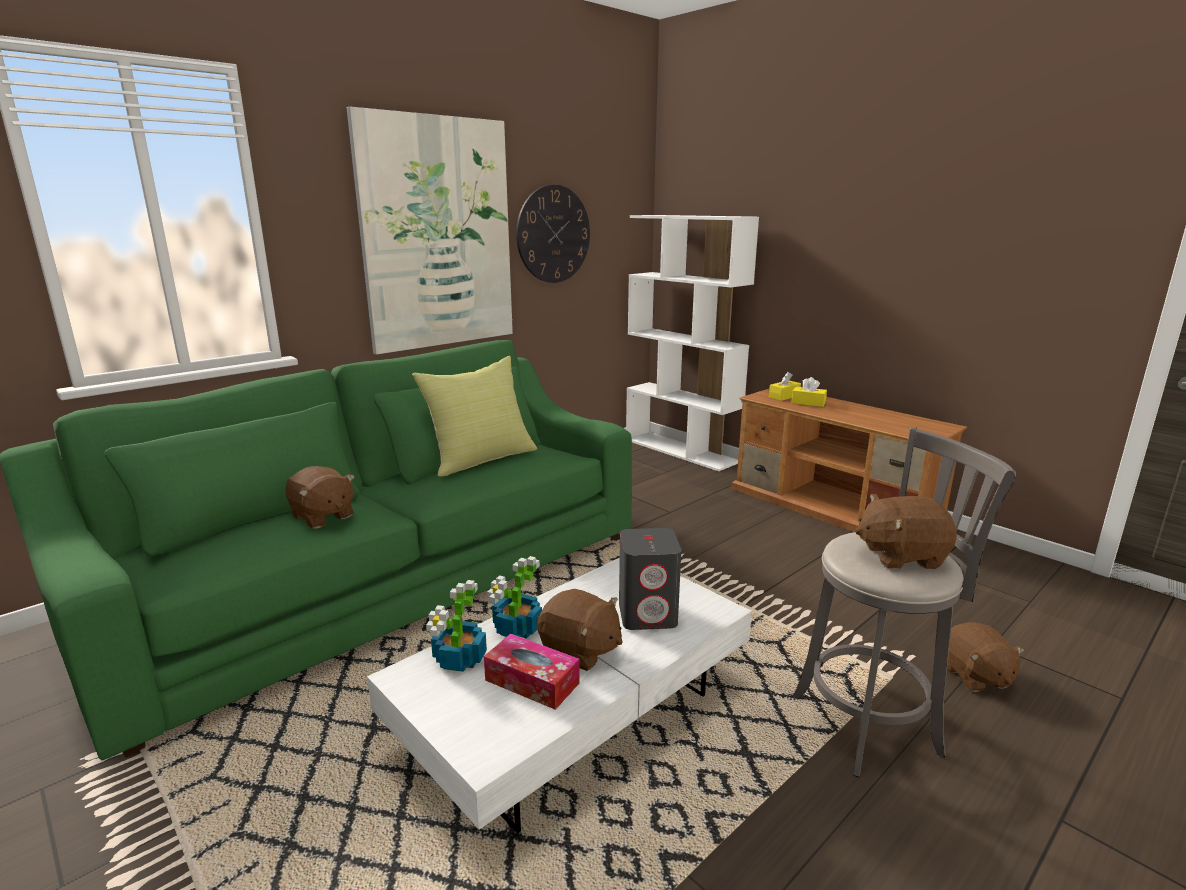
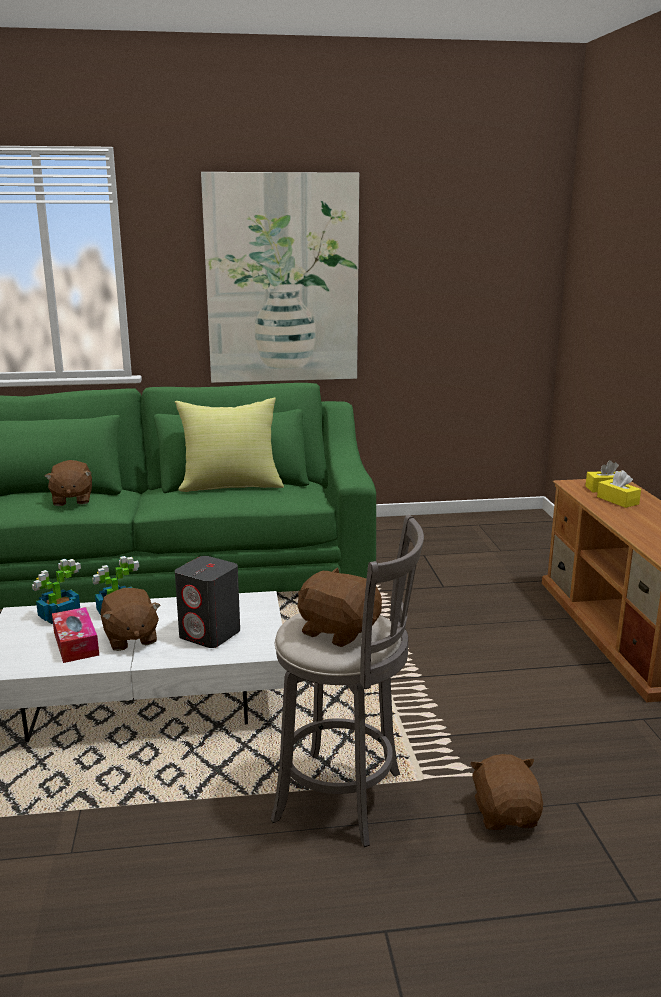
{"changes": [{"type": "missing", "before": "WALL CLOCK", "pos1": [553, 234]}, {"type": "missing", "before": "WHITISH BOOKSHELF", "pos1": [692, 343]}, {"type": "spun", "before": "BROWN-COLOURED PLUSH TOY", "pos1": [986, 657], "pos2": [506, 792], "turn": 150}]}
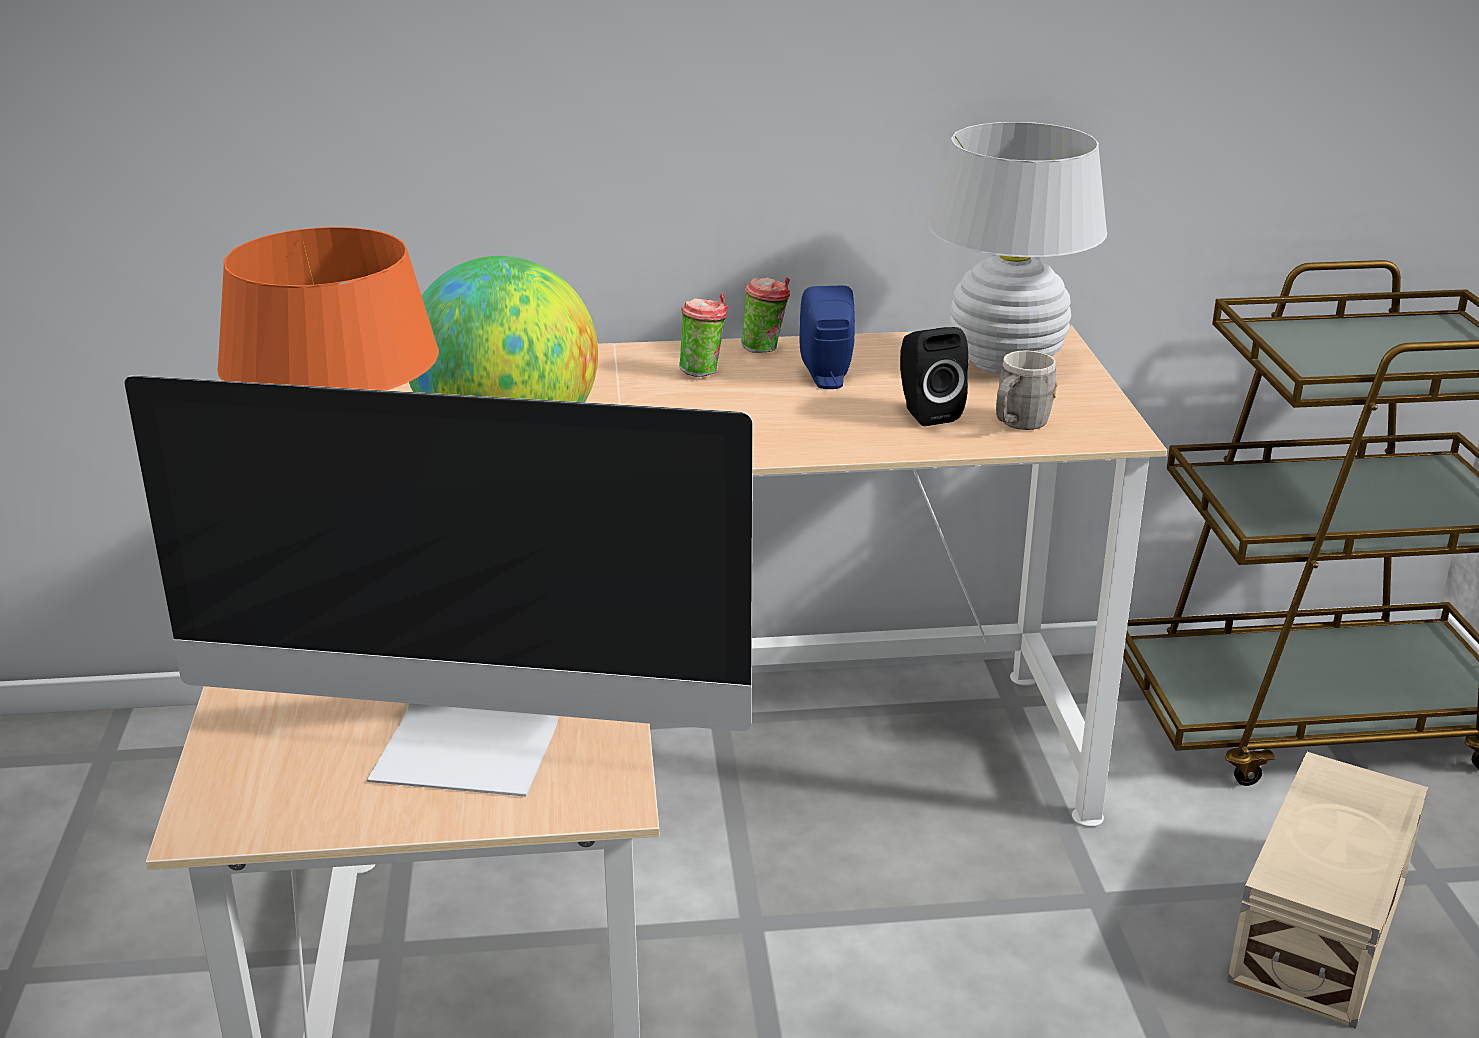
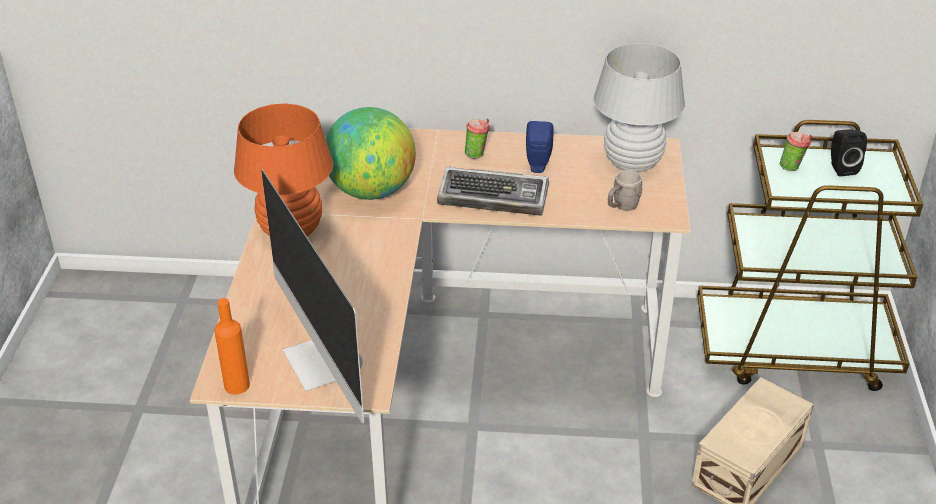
{"changes": [{"type": "spun", "before": "COMPUTER DISPLAY", "pos1": [439, 586], "pos2": [312, 296], "turn": 45}, {"type": "relocated", "before": "CUP", "pos1": [765, 315], "pos2": [796, 151]}, {"type": "relocated", "before": "BLACKISH AUDIO SPEAKER", "pos1": [934, 376], "pos2": [849, 153]}, {"type": "appeared", "after": "ORANGE BEVERAGE BOTTLE", "pos2": [232, 346]}, {"type": "appeared", "after": "COMPUTER KEYBOARD", "pos2": [493, 191]}]}
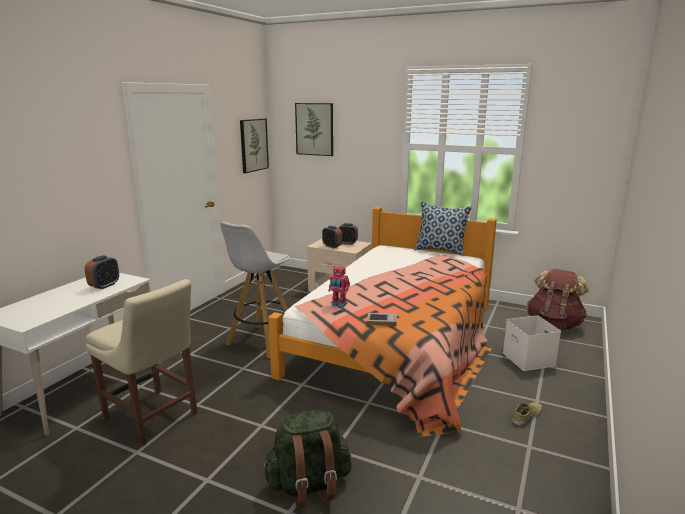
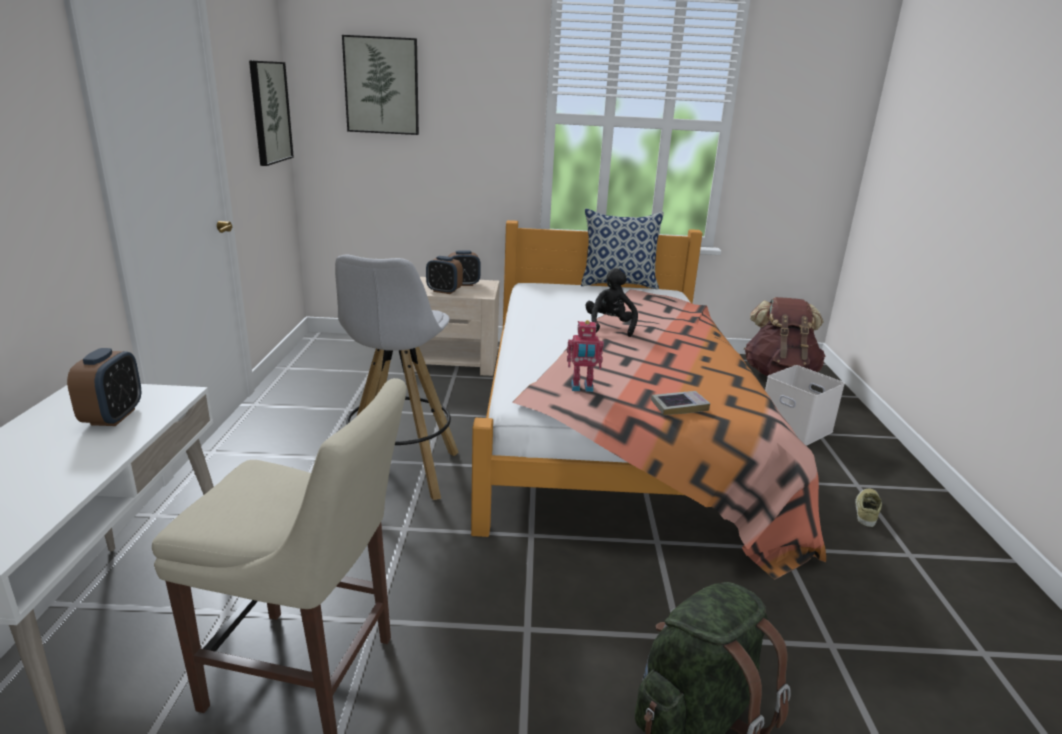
{"changes": [{"type": "appeared", "after": "BLACKISH PLUSH TOY", "pos2": [612, 302]}]}
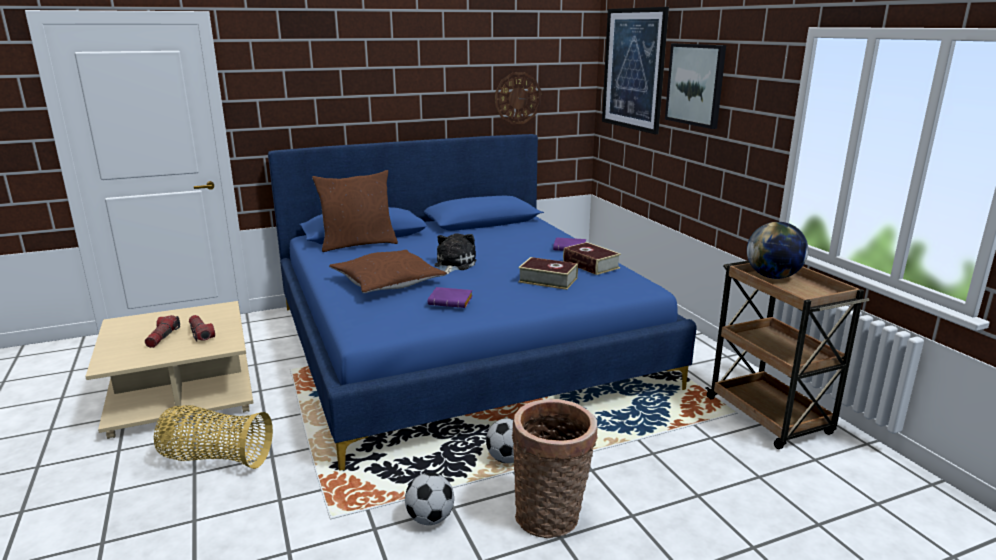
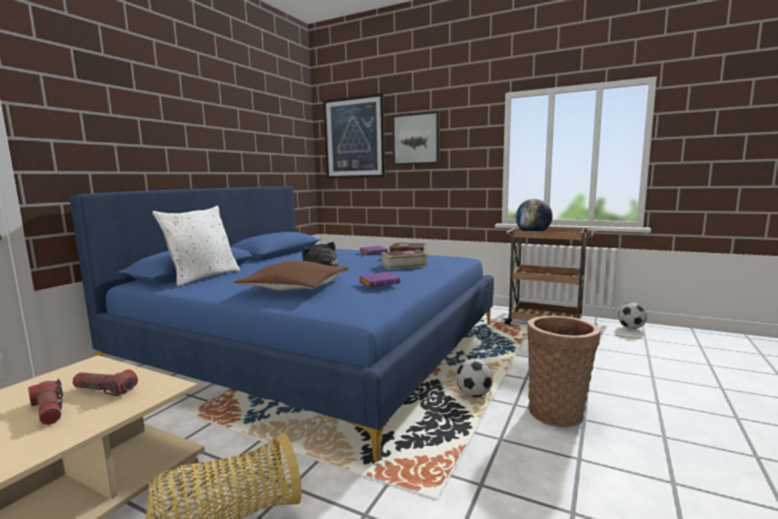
{"changes": [{"type": "colour", "before": "BROWN-COLOURED CUSHION", "after": "WHITISH CUSHION", "pos1": [355, 211], "pos2": [196, 246]}, {"type": "relocated", "before": "FOOTBALL BALL", "pos1": [429, 499], "pos2": [632, 316]}, {"type": "missing", "before": "WALL CLOCK", "pos1": [518, 98]}]}
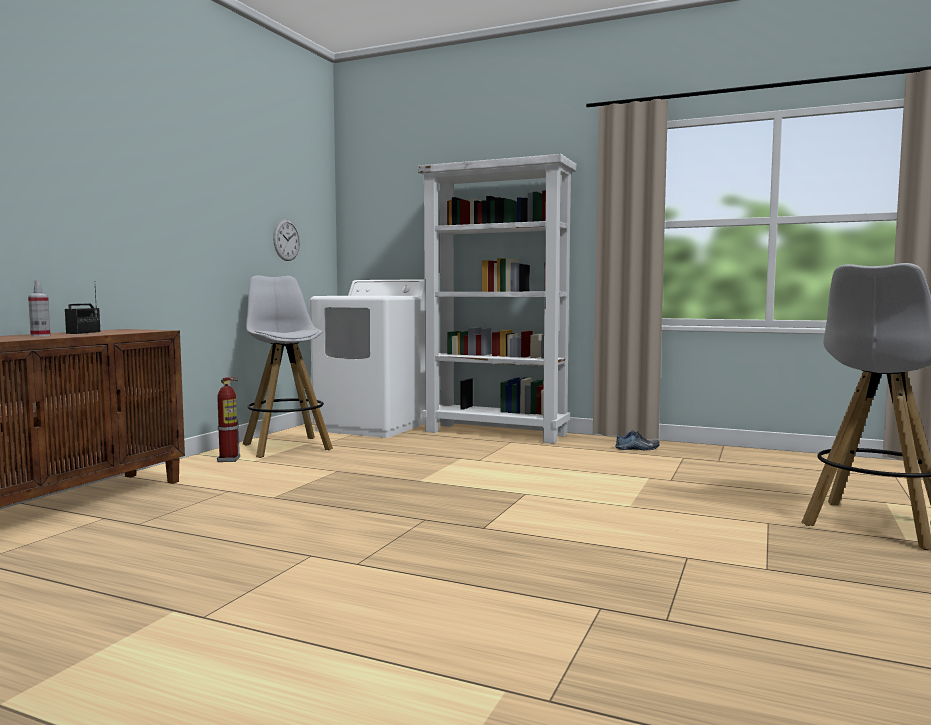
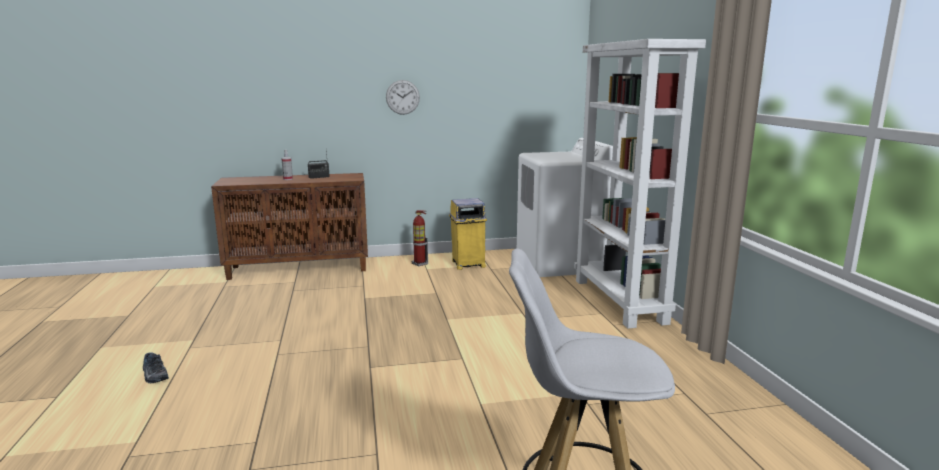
{"changes": [{"type": "exchanged", "before": "WHITISH SITTING STOOL", "after": "YELLOWISH WASTE BIN", "pos1": [288, 366], "pos2": [468, 234]}, {"type": "relocated", "before": "WALL CLOCK", "pos1": [286, 240], "pos2": [403, 97]}, {"type": "relocated", "before": "ITEM OF FOOTWEAR", "pos1": [637, 440], "pos2": [156, 367]}]}
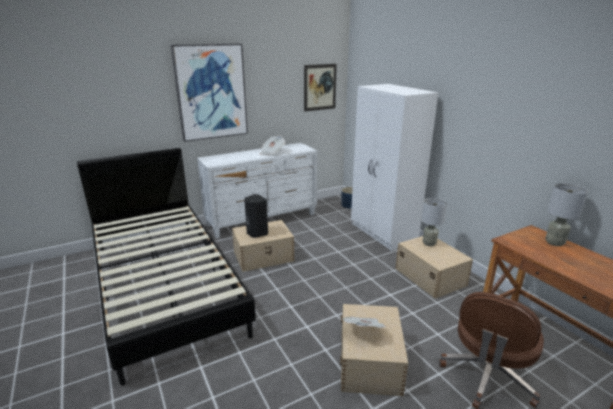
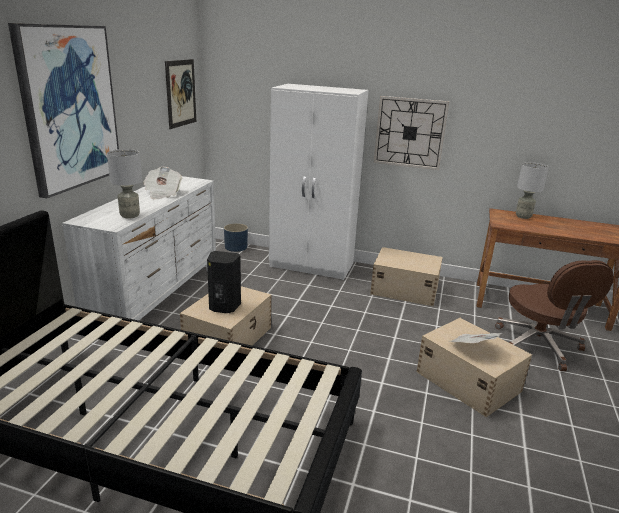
{"changes": [{"type": "relocated", "before": "GREY TABLETOP LAMP", "pos1": [434, 222], "pos2": [124, 183]}, {"type": "appeared", "after": "WALL CLOCK", "pos2": [411, 133]}]}
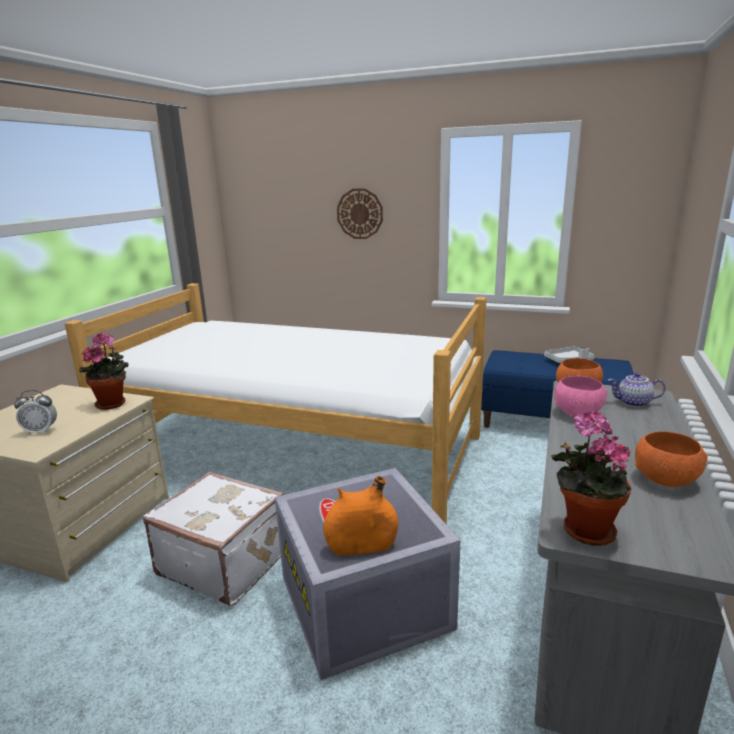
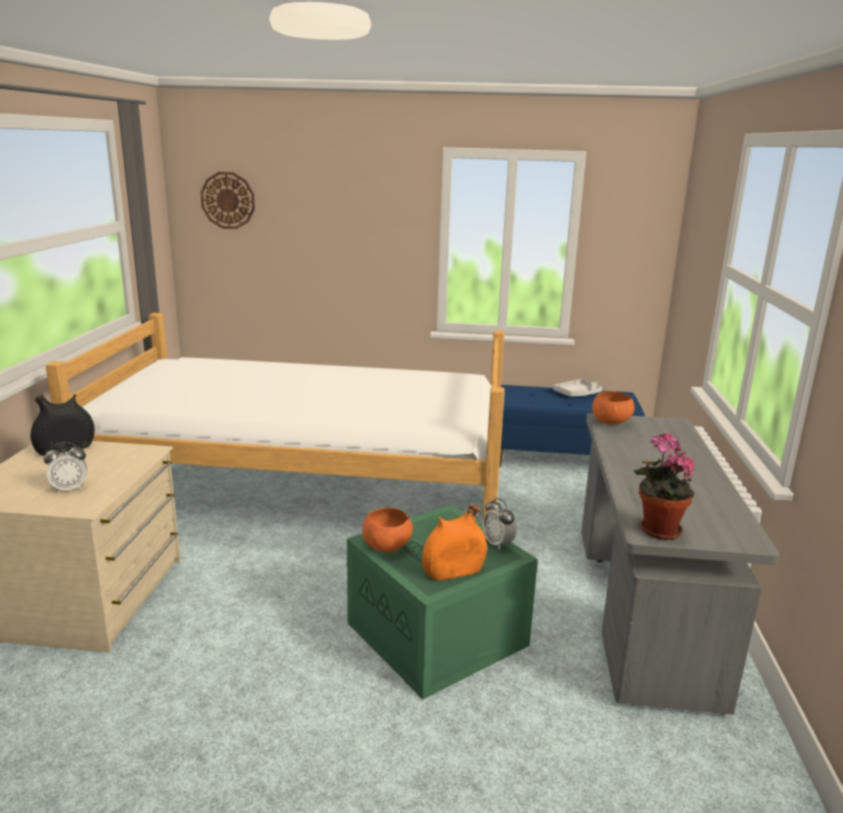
{"changes": [{"type": "missing", "before": "POTTED PLANT", "pos1": [104, 371]}, {"type": "missing", "before": "WHITISH SUITCASE", "pos1": [214, 539]}, {"type": "colour", "before": "GREY STORAGE BIN", "after": "GREEN-COLOURED STORAGE BIN", "pos1": [367, 574], "pos2": [442, 602]}, {"type": "relocated", "before": "WALL CLOCK", "pos1": [360, 213], "pos2": [227, 200]}, {"type": "missing", "before": "PINK-COLOURED BOWL", "pos1": [580, 396]}, {"type": "missing", "before": "TEAPOT", "pos1": [637, 390]}, {"type": "relocated", "before": "ORANGE BOWL", "pos1": [671, 459], "pos2": [387, 530]}, {"type": "appeared", "after": "BLACKISH DECORATIVE VASE", "pos2": [62, 425]}, {"type": "appeared", "after": "ALARM CLOCK", "pos2": [499, 524]}]}
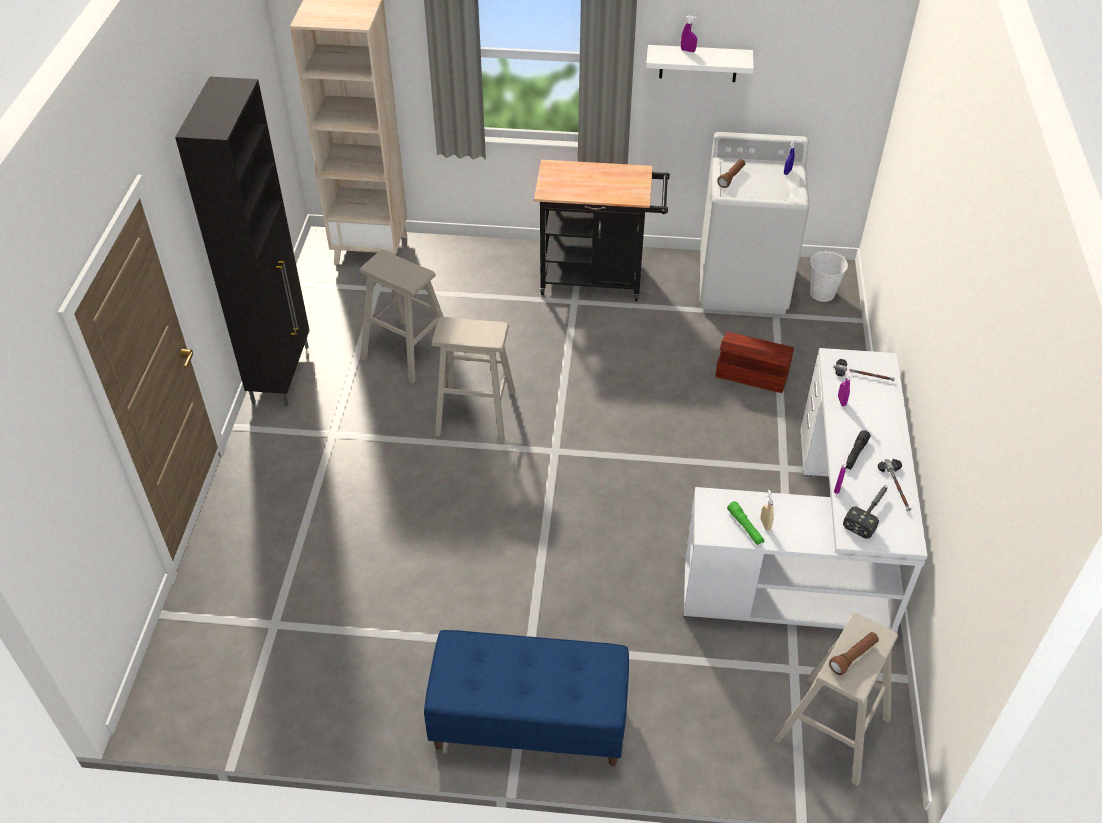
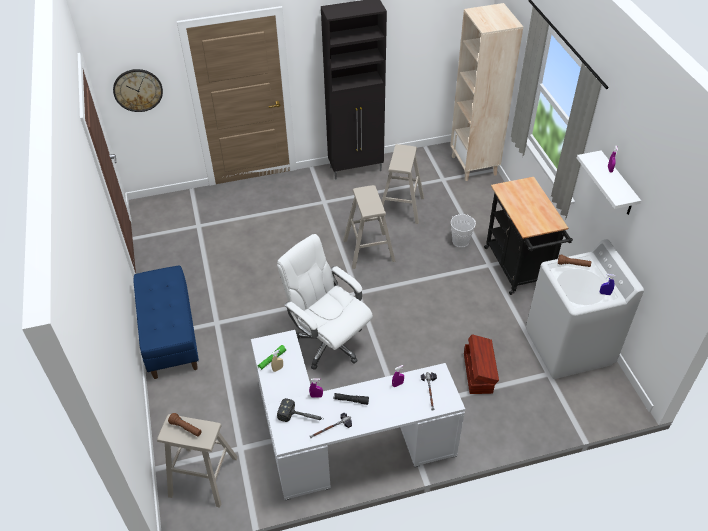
{"changes": [{"type": "relocated", "before": "WHITISH WATER BUCKET", "pos1": [829, 276], "pos2": [463, 231]}, {"type": "appeared", "after": "WALL CLOCK", "pos2": [138, 90]}, {"type": "appeared", "after": "WHITISH DESK CHAIR", "pos2": [325, 302]}]}
